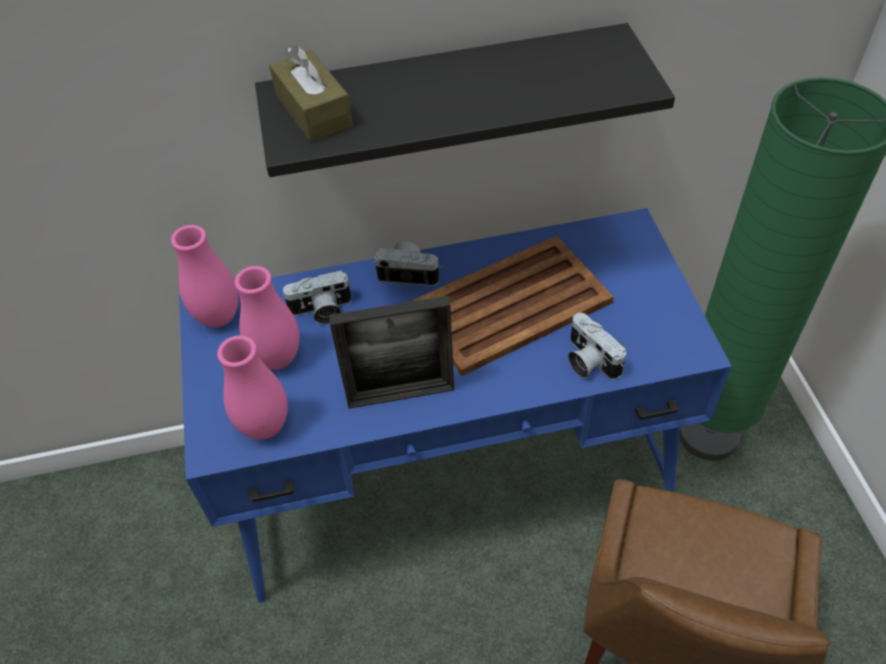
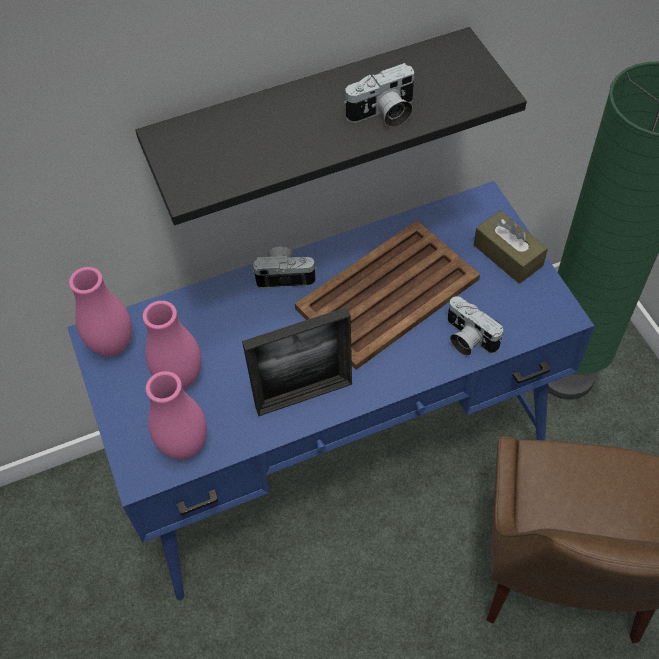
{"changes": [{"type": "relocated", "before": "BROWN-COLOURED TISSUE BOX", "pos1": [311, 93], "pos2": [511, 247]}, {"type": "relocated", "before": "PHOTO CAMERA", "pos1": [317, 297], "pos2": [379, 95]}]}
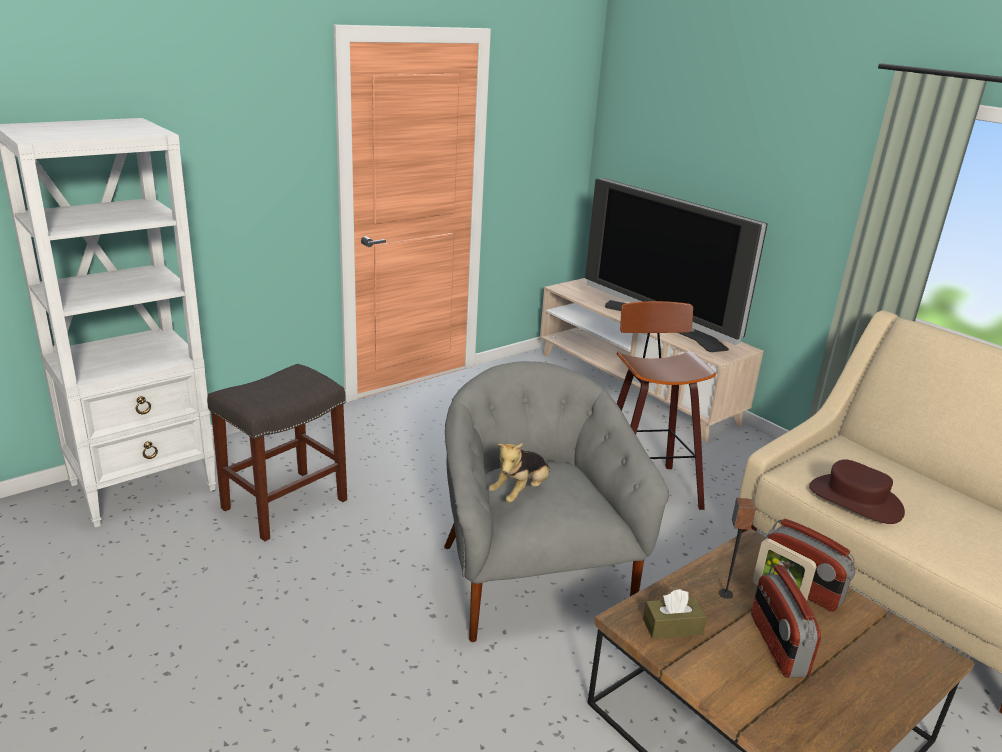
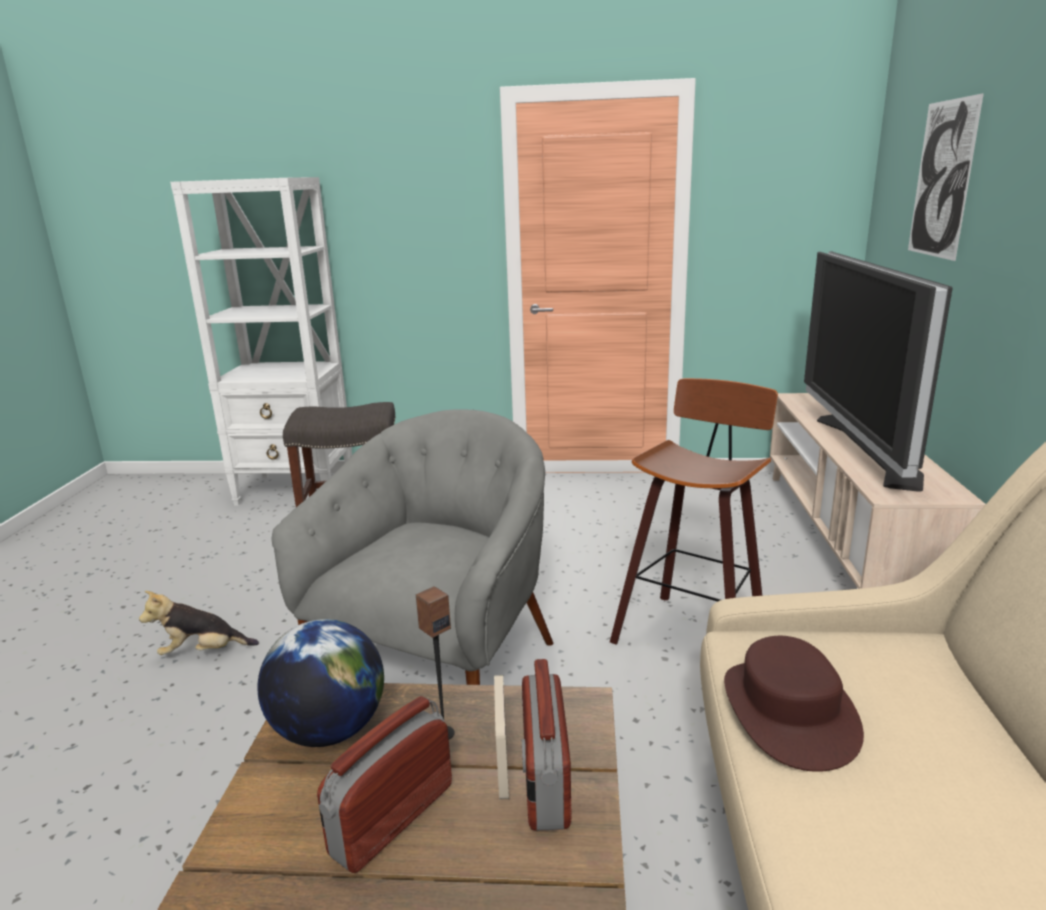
{"changes": [{"type": "relocated", "before": "PLUSH TOY", "pos1": [519, 473], "pos2": [199, 623]}, {"type": "exchanged", "before": "BROWN-COLOURED TISSUE BOX", "after": "DESK GLOBE", "pos1": [675, 614], "pos2": [320, 683]}, {"type": "appeared", "after": "WALL ART", "pos2": [946, 177]}]}
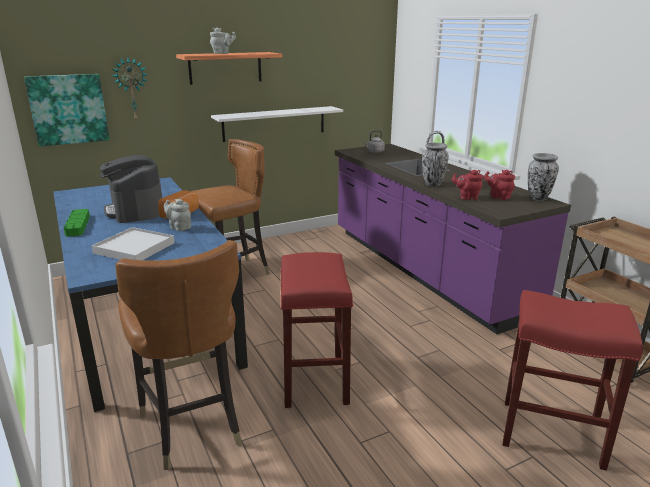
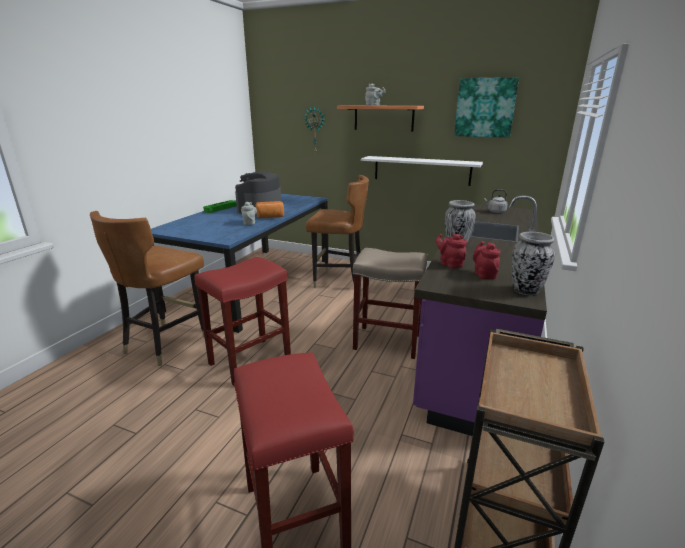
{"changes": [{"type": "relocated", "before": "WALL ART", "pos1": [67, 110], "pos2": [486, 107]}, {"type": "missing", "before": "WHITISH TRAY", "pos1": [133, 243]}, {"type": "appeared", "after": "BEIGE SITTING STOOL", "pos2": [390, 303]}]}
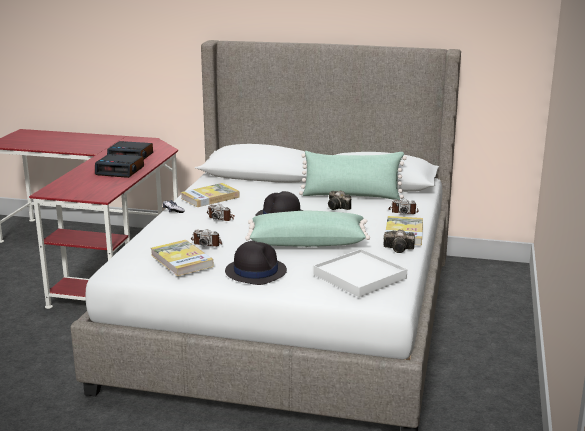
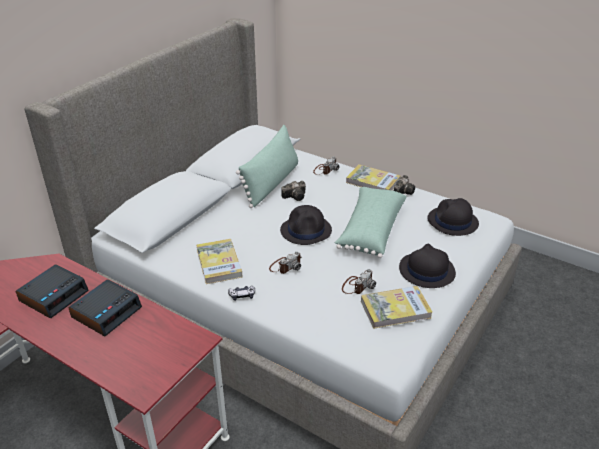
{"changes": [{"type": "exchanged", "before": "WHITISH TRAY", "after": "BLACKISH WEARABLE HAT", "pos1": [360, 273], "pos2": [453, 217]}]}
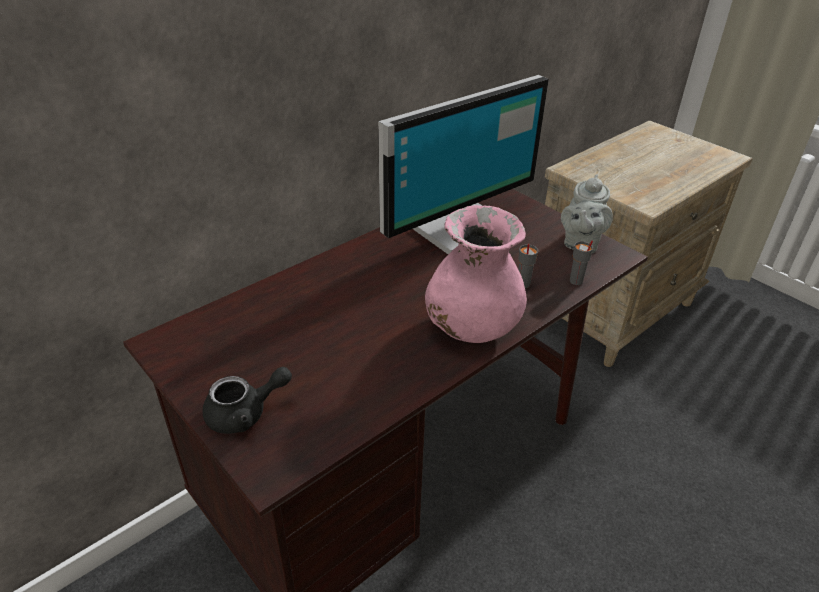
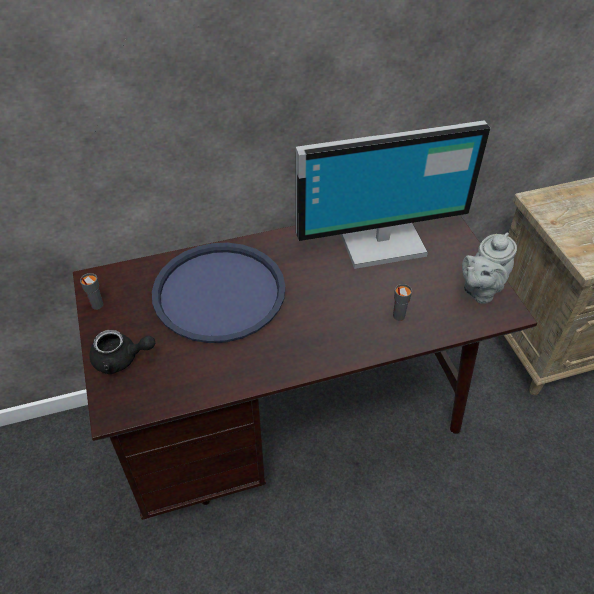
{"changes": [{"type": "missing", "before": "PINK-COLOURED DECORATIVE VASE", "pos1": [476, 274]}, {"type": "relocated", "before": "GREY CUP", "pos1": [581, 262], "pos2": [91, 291]}, {"type": "appeared", "after": "BLUE-COLOURED TRAY", "pos2": [219, 293]}]}
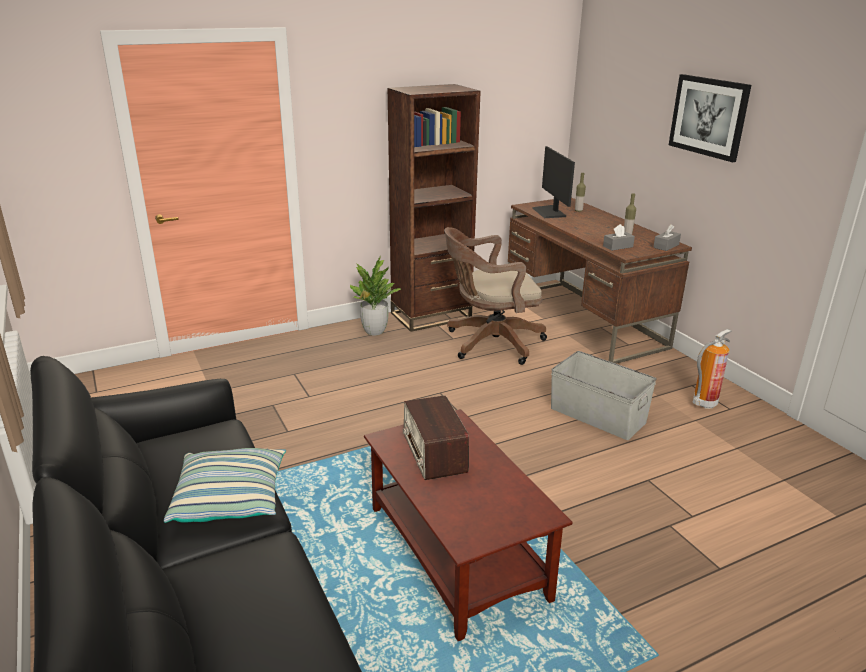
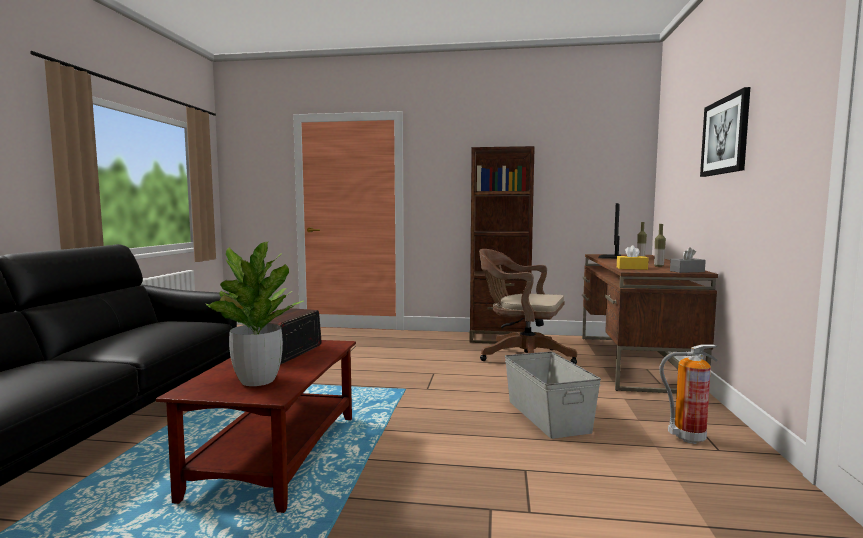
{"changes": [{"type": "missing", "before": "CUSHION", "pos1": [225, 485]}, {"type": "relocated", "before": "POTTED PLANT", "pos1": [375, 295], "pos2": [254, 314]}, {"type": "colour", "before": "GREY TISSUE BOX", "after": "YELLOWISH TISSUE BOX", "pos1": [619, 237], "pos2": [632, 257]}]}
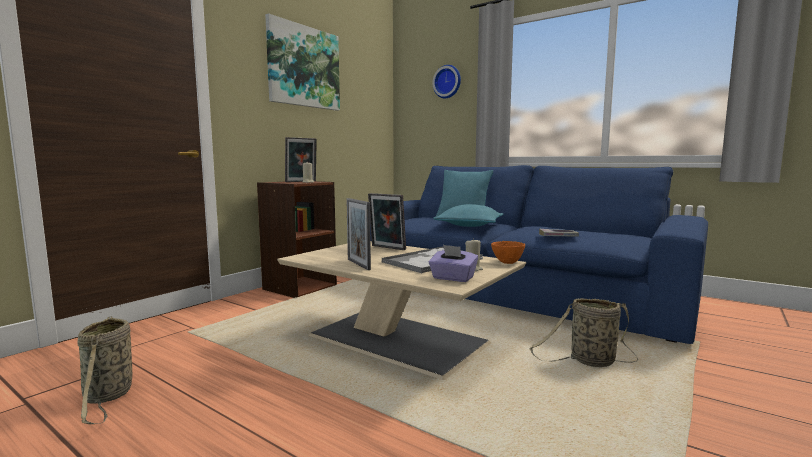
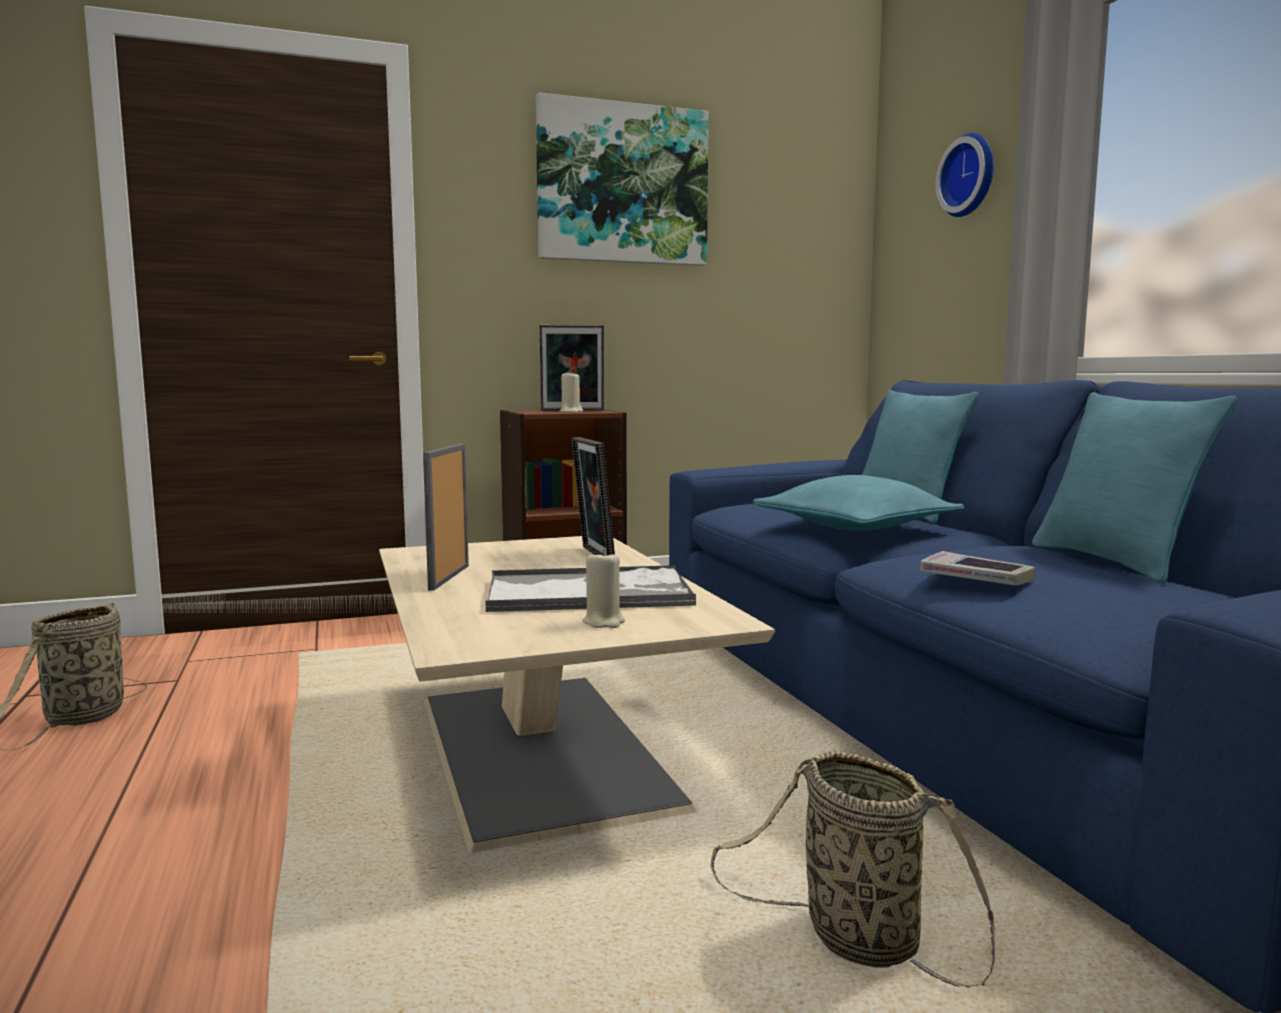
{"changes": [{"type": "missing", "before": "PURPLE-COLOURED TISSUE BOX", "pos1": [453, 263]}, {"type": "missing", "before": "ORANGE BOWL", "pos1": [508, 252]}, {"type": "appeared", "after": "TURQUOISE CUSHION", "pos2": [1134, 487]}]}
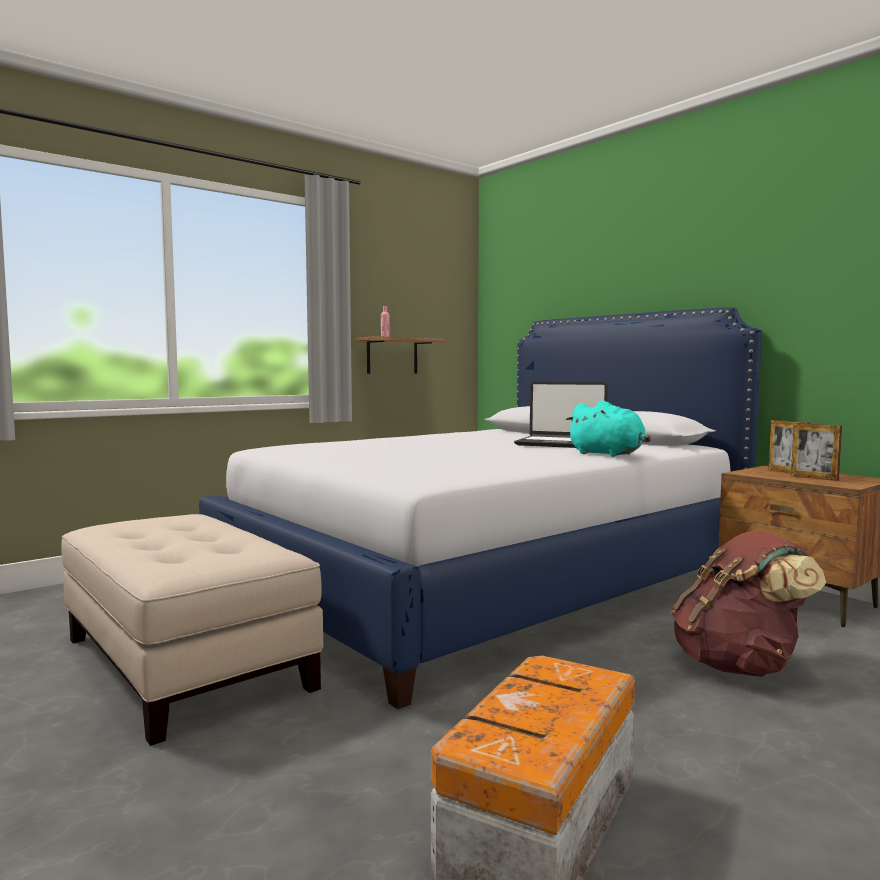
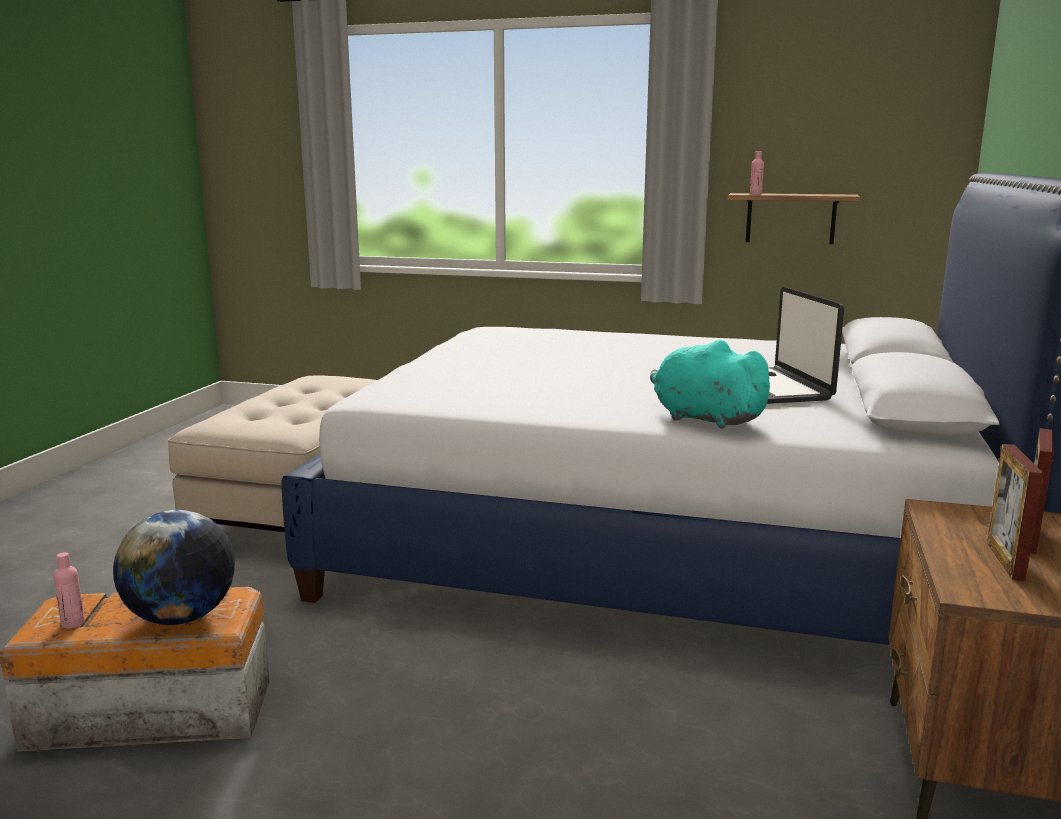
{"changes": [{"type": "spun", "before": "TURQUOISE PLUSH TOY", "pos1": [608, 428], "pos2": [713, 384], "turn": 120}, {"type": "missing", "before": "BROWN-COLOURED RUCKSACK", "pos1": [748, 604]}, {"type": "appeared", "after": "PINK-COLOURED BEVERAGE BOTTLE", "pos2": [69, 590]}, {"type": "appeared", "after": "DESK GLOBE", "pos2": [174, 567]}]}
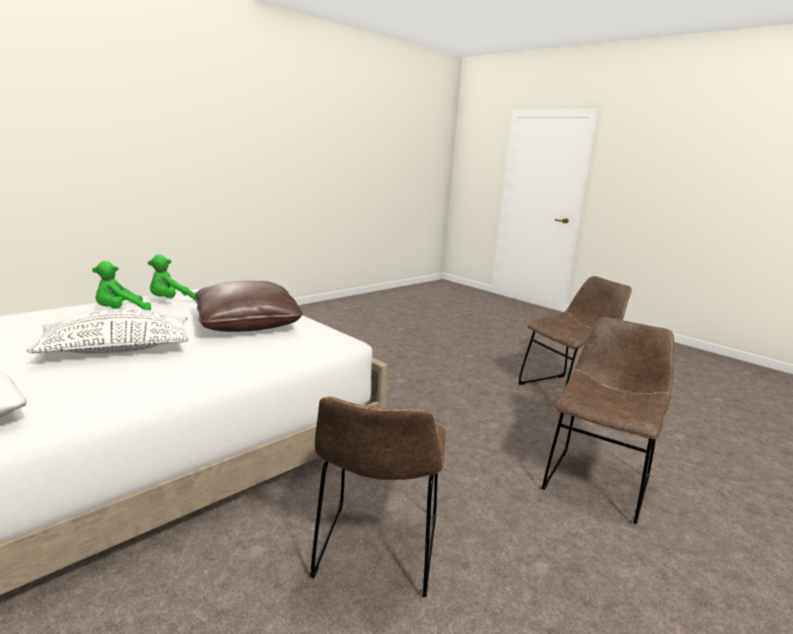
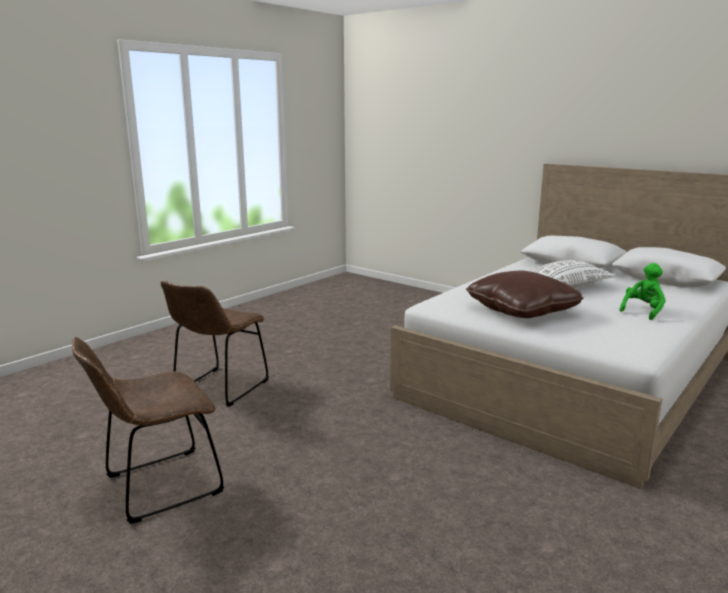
{"changes": [{"type": "missing", "before": "GREEN-COLOURED PLUSH TOY", "pos1": [172, 277]}, {"type": "missing", "before": "BROWN-COLOURED UPRIGHT CHAIR", "pos1": [378, 496]}]}
